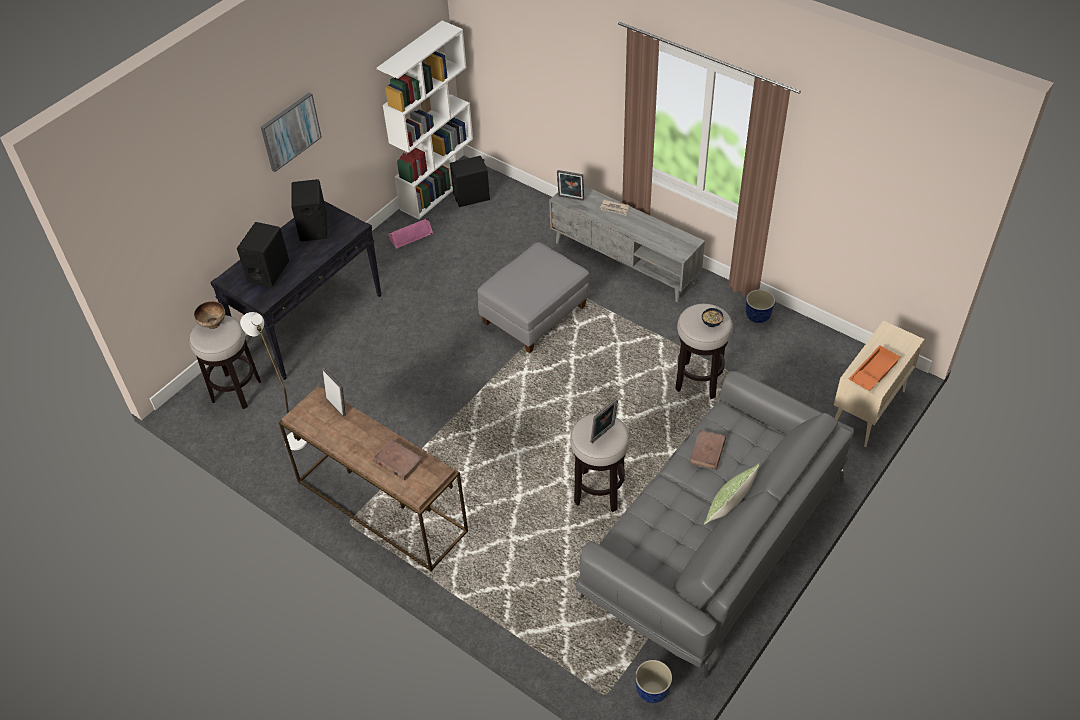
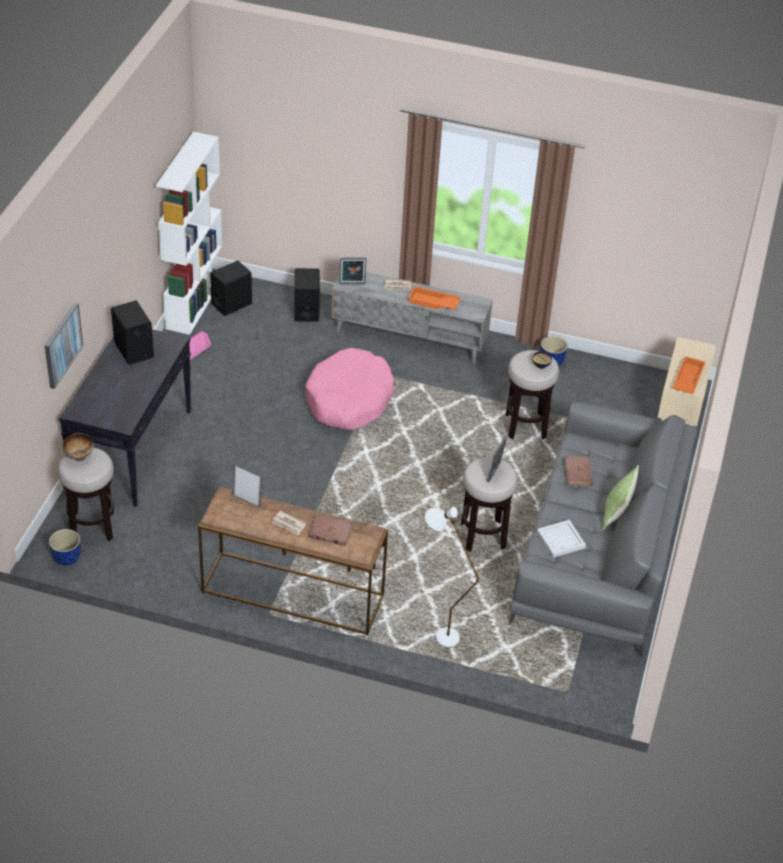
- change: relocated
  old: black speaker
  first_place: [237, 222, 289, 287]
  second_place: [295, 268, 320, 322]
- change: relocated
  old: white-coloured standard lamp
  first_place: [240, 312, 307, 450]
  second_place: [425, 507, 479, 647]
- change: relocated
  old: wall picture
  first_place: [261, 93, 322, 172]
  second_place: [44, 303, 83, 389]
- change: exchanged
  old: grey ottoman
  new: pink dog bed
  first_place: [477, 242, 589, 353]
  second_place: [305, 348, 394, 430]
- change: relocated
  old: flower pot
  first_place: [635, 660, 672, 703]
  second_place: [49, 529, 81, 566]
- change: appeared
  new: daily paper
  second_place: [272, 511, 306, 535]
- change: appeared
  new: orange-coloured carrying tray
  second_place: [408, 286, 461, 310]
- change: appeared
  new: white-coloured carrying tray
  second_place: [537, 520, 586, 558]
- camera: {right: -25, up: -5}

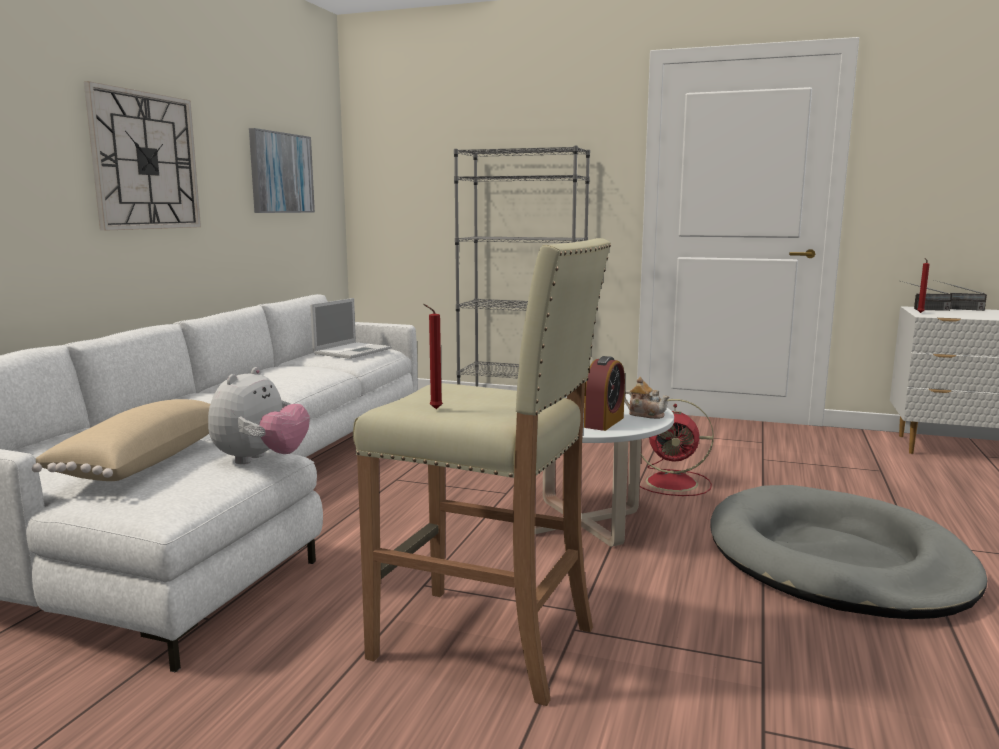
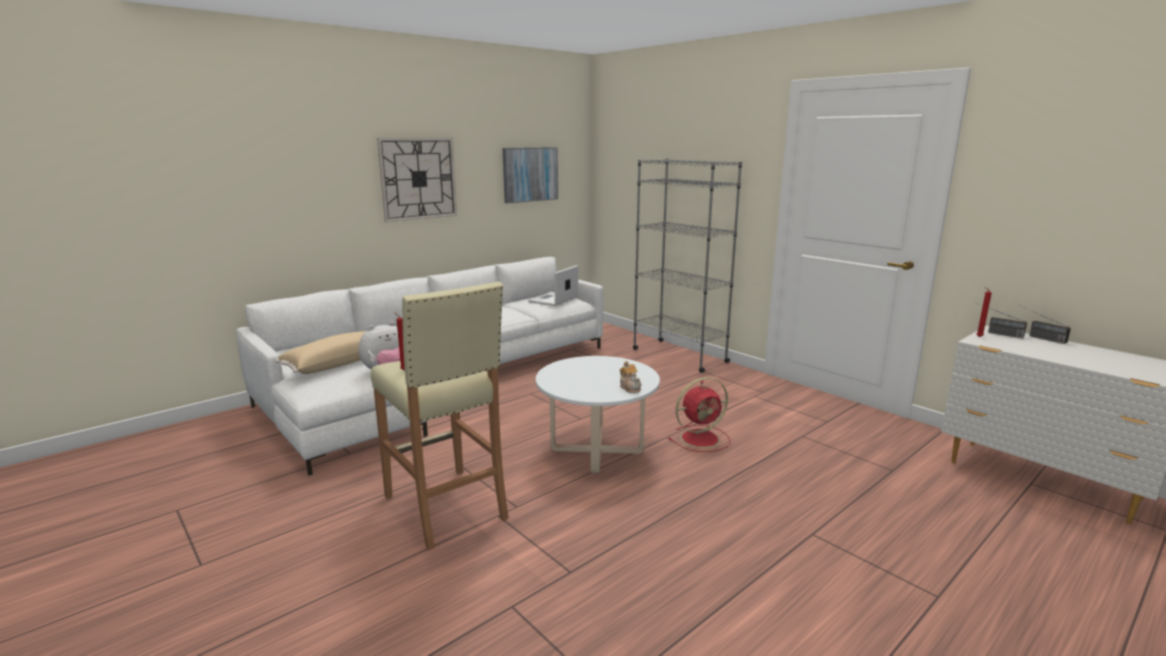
- change: spun
  old: portable computer
  first_place: [310, 298, 391, 359]
  second_place: [528, 265, 578, 306]
  degrees: 150
- change: missing
  old: bedside clock
  first_place: [584, 356, 625, 431]
- change: spun
  old: red cooling fan
  first_place: [639, 399, 714, 496]
  second_place: [668, 377, 731, 452]
  degrees: -60
- change: missing
  old: grey dog bed
  first_place: [711, 485, 988, 619]
- camera: {right: 30, up: 5}

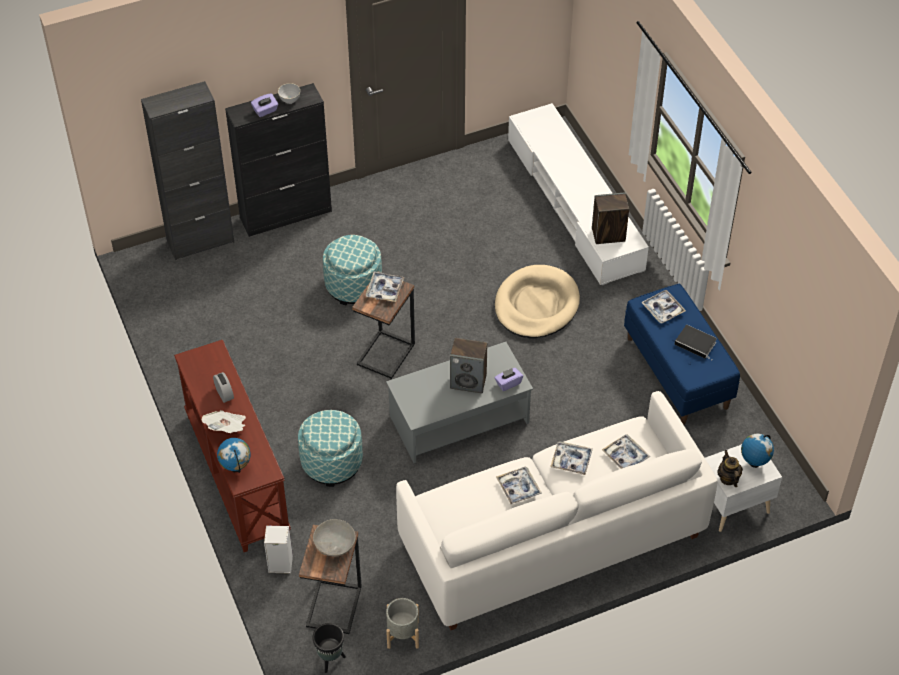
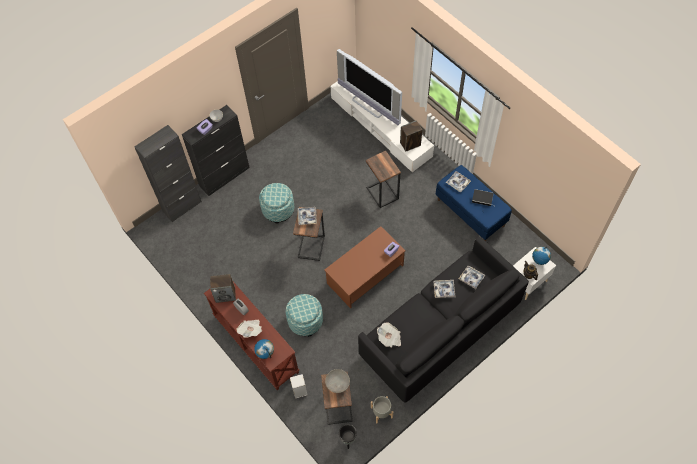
- change: colour
  old: grey coffee table
  new: brown coffee table
  first_place: [386, 342, 533, 463]
  second_place: [325, 226, 406, 308]
- change: colour
  old: white-coloured sofa
  new: black sofa
  first_place: [396, 391, 718, 630]
  second_place: [358, 237, 529, 403]
- change: relocated
  old: speaker
  first_place: [450, 338, 487, 393]
  second_place: [210, 274, 236, 303]
- change: exchanged
  old: beige dog bed
  new: end table
  first_place: [495, 265, 580, 338]
  second_place: [366, 151, 401, 208]
- change: missing
  old: carrying tray
  first_place: [496, 466, 542, 504]
- change: appeared
  new: television
  second_place: [337, 49, 402, 125]
- change: appeared
  new: daily paper
  second_place: [377, 323, 401, 348]
- camera: {right: -15, up: 10}

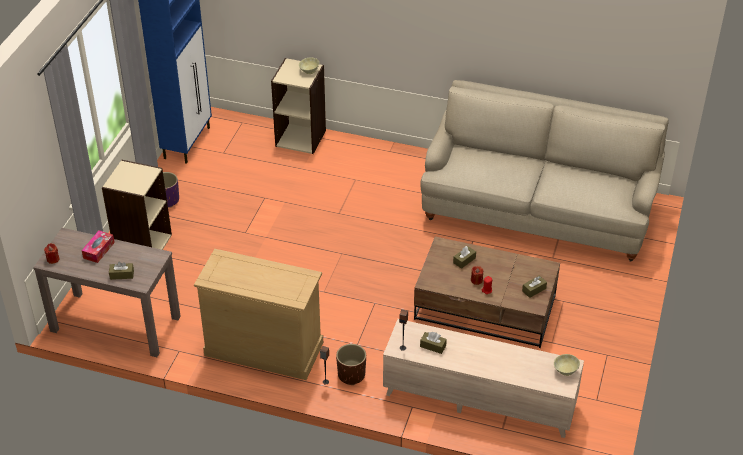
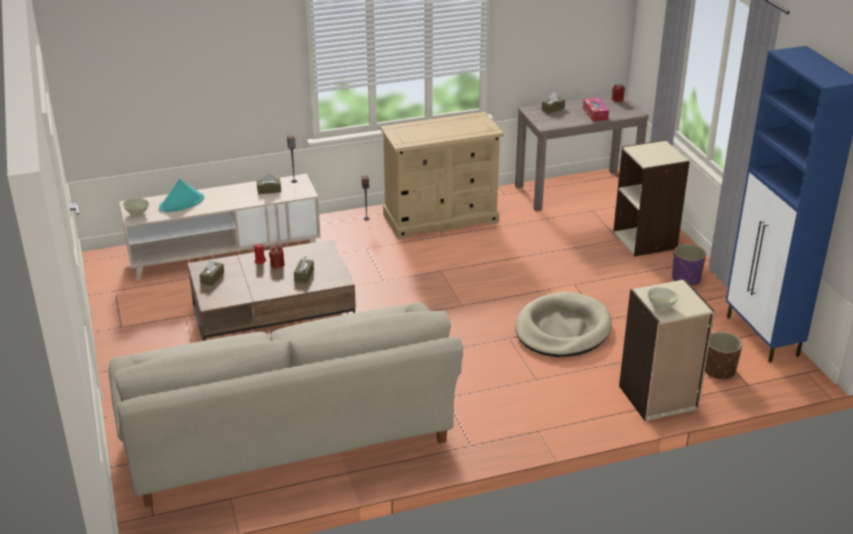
- change: relocated
  old: brown flower pot
  first_place: [336, 344, 366, 385]
  second_place: [705, 332, 742, 379]
- change: appeared
  new: turquoise-coloured wearable hat
  second_place: [159, 179, 204, 212]
- change: appeared
  new: beige dog bed
  second_place: [515, 292, 612, 357]
- camera: {right: 145, up: -10}

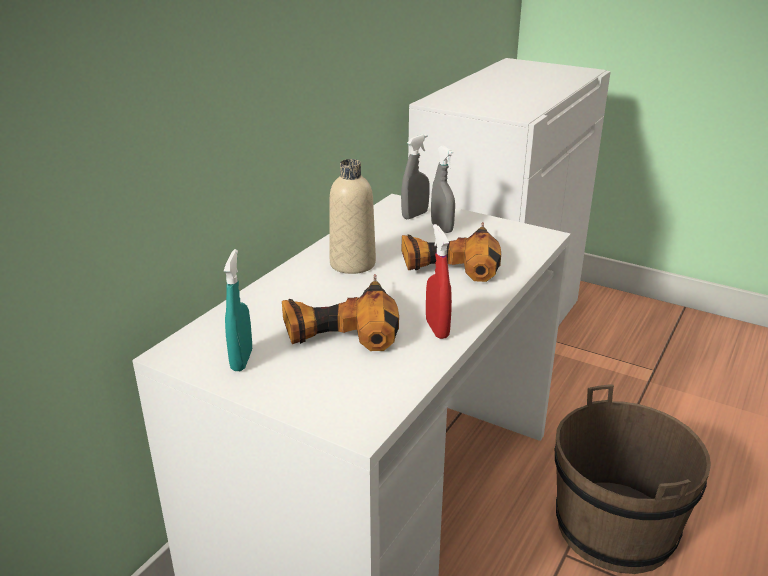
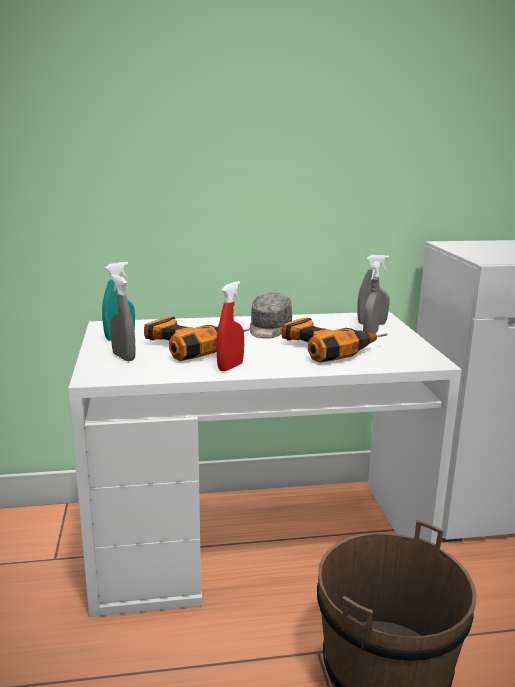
- change: exchanged
  old: beige drink bottle
  new: grey baseball cap
  first_place: [330, 159, 376, 274]
  second_place: [250, 293, 292, 338]
- change: appeared
  new: grey spray bottle
  second_place: [110, 274, 136, 361]
- camera: {right: 50, up: -10}

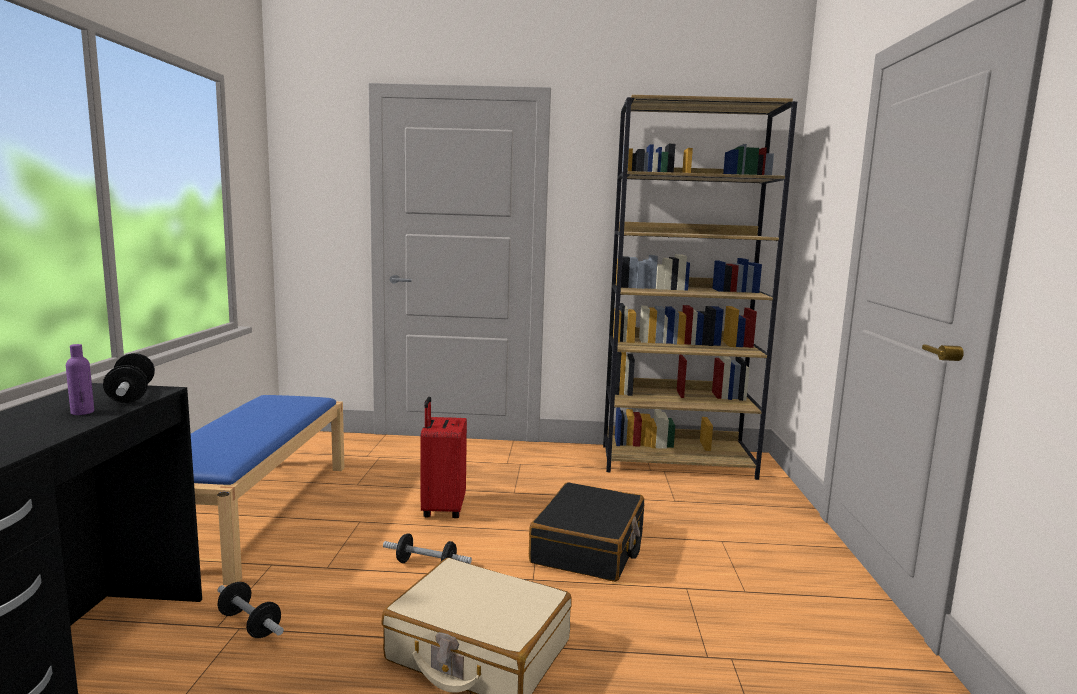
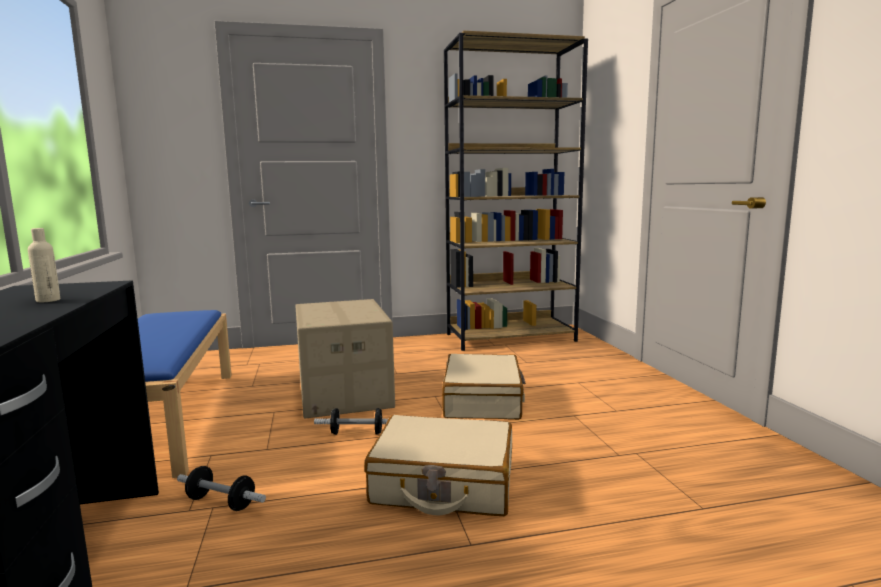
- change: colour
  old: purplish drink bottle
  new: beige drink bottle
  first_place: [66, 344, 94, 415]
  second_place: [28, 228, 60, 302]
- change: missing
  old: dumbbell
  first_place: [103, 353, 155, 403]
- change: exchanged
  old: red travel case
  new: packing box
  first_place: [420, 397, 467, 518]
  second_place: [295, 299, 395, 419]
- change: colour
  old: black travel case
  new: beige travel case
  first_place: [529, 482, 644, 582]
  second_place: [442, 354, 526, 420]
- camera: {right: -15, up: 0}

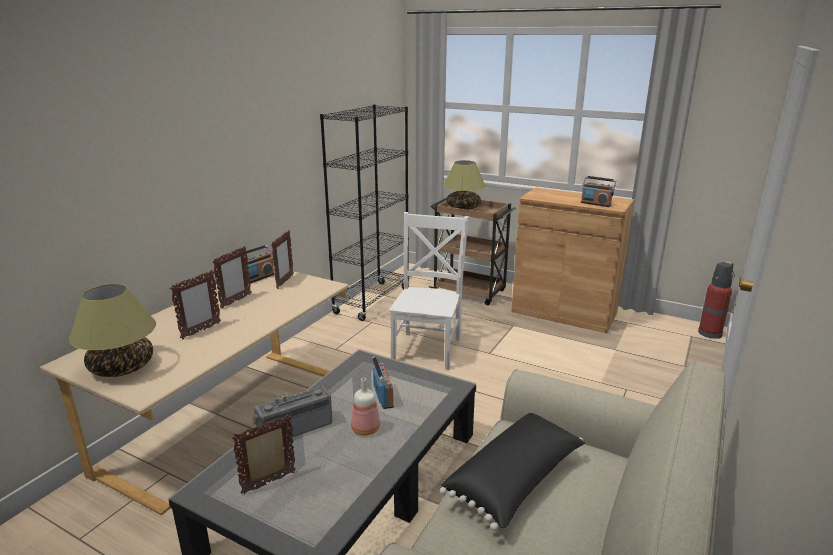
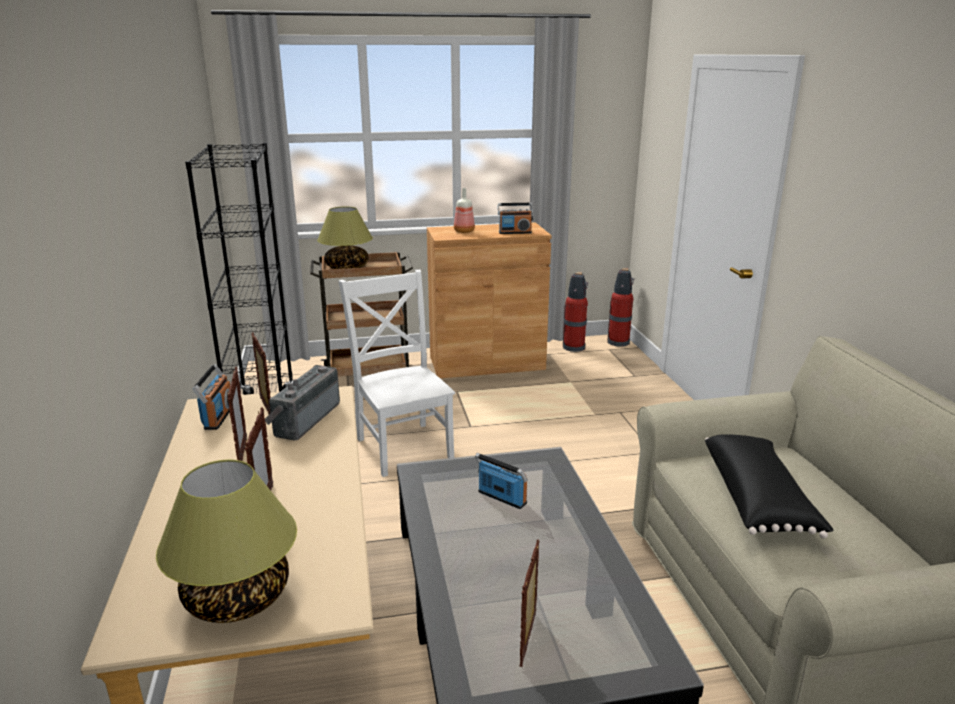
- change: relocated
  old: radio
  first_place: [252, 385, 332, 440]
  second_place: [265, 365, 340, 441]
- change: relocated
  old: drink bottle
  first_place: [351, 378, 380, 436]
  second_place: [454, 188, 475, 233]
- change: appeared
  new: fire-fighting cylinder
  second_place: [563, 272, 588, 352]
- camera: {right: -40, up: 0}

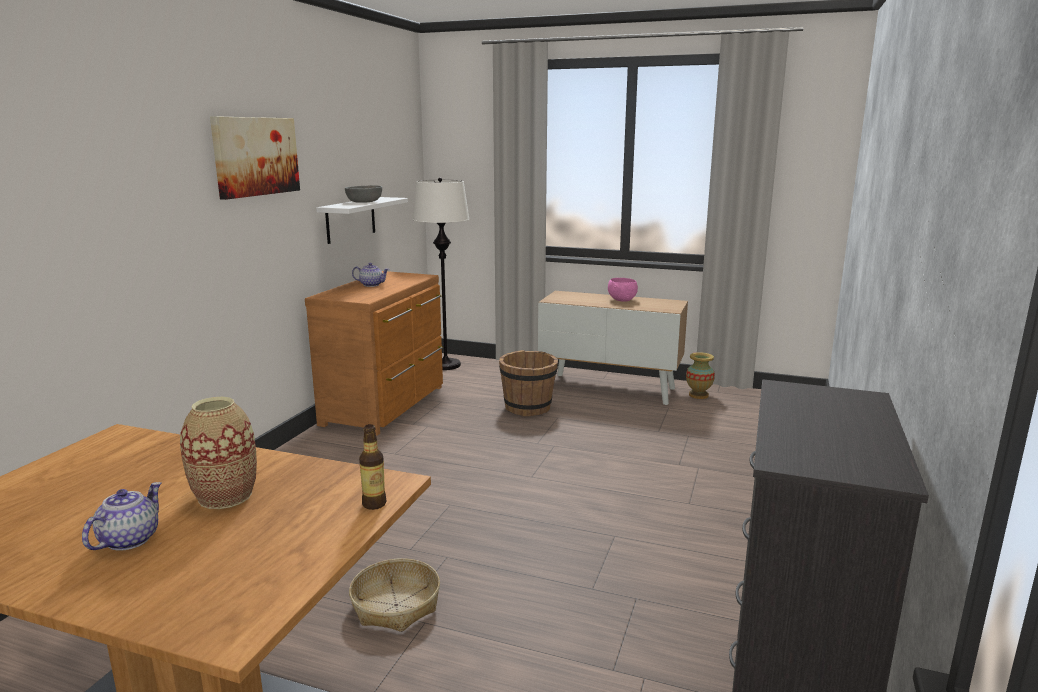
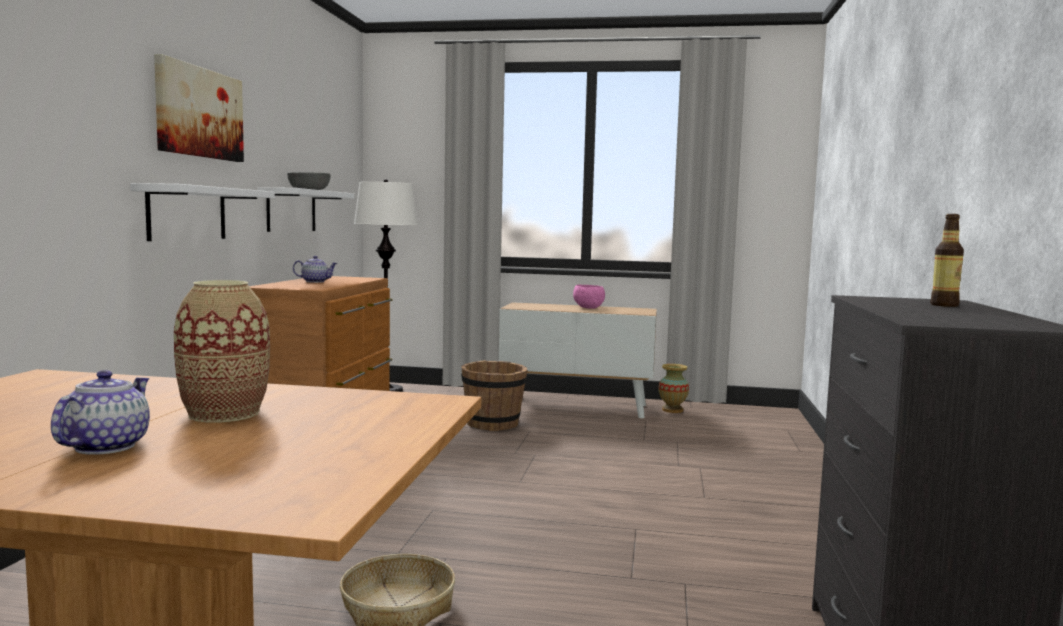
- change: relocated
  old: drink bottle
  first_place: [359, 424, 386, 510]
  second_place: [930, 214, 964, 307]
- change: appeared
  new: white-coloured shelf
  second_place: [130, 183, 275, 241]
- camera: {right: -10, up: -10}

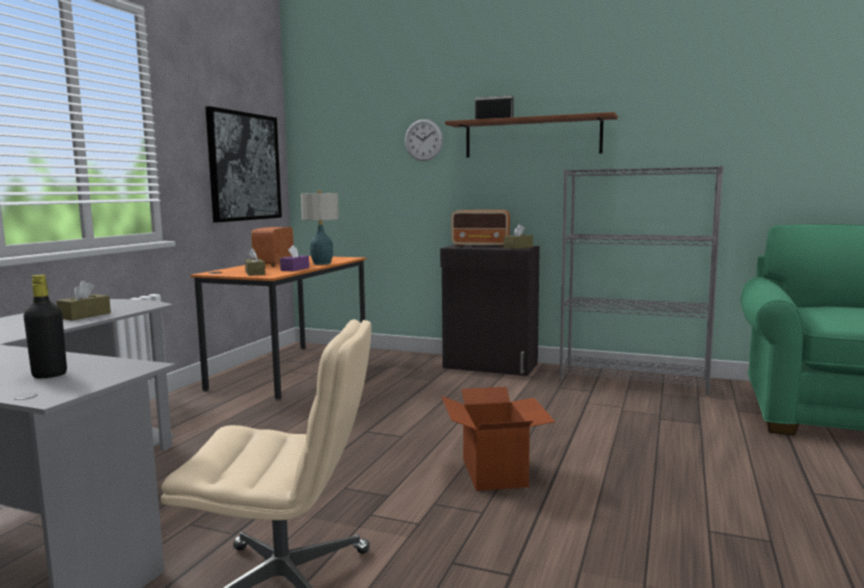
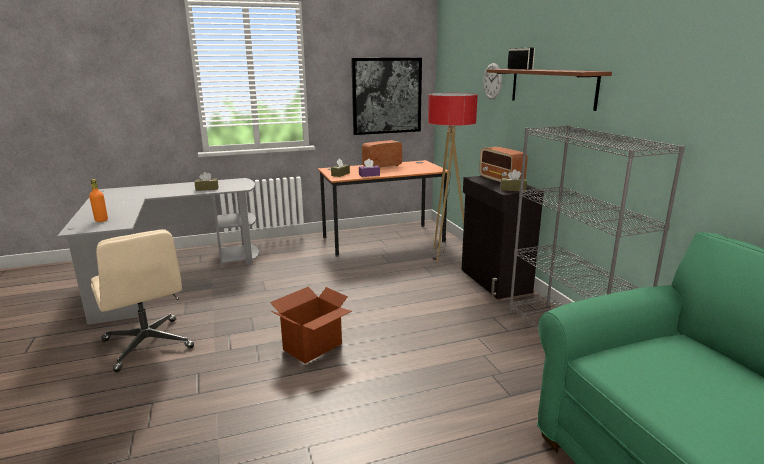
- change: colour
  old: black drink bottle
  new: orange-coloured drink bottle
  first_place: [23, 275, 67, 378]
  second_place: [89, 179, 108, 222]
- change: missing
  old: tabletop lamp
  first_place: [301, 191, 339, 265]
- change: appeared
  new: standard lamp
  second_place: [428, 93, 478, 263]
- camera: {right: 50, up: 10}

